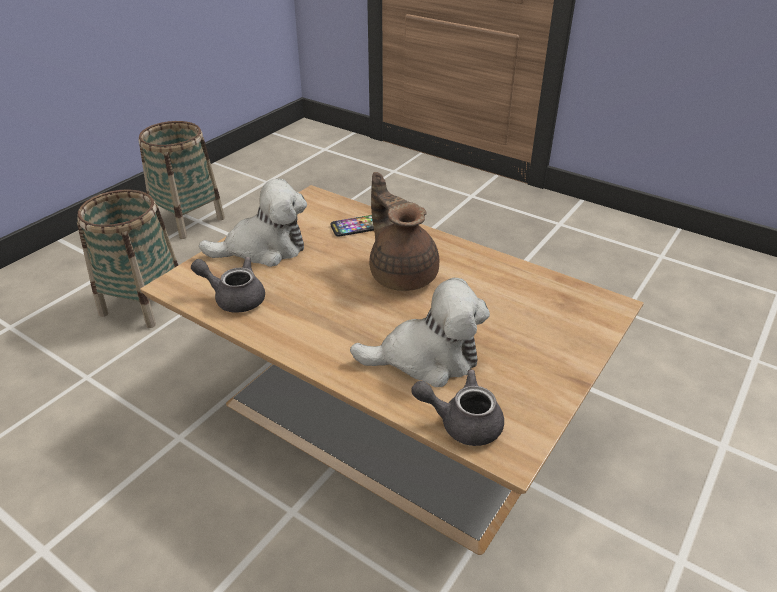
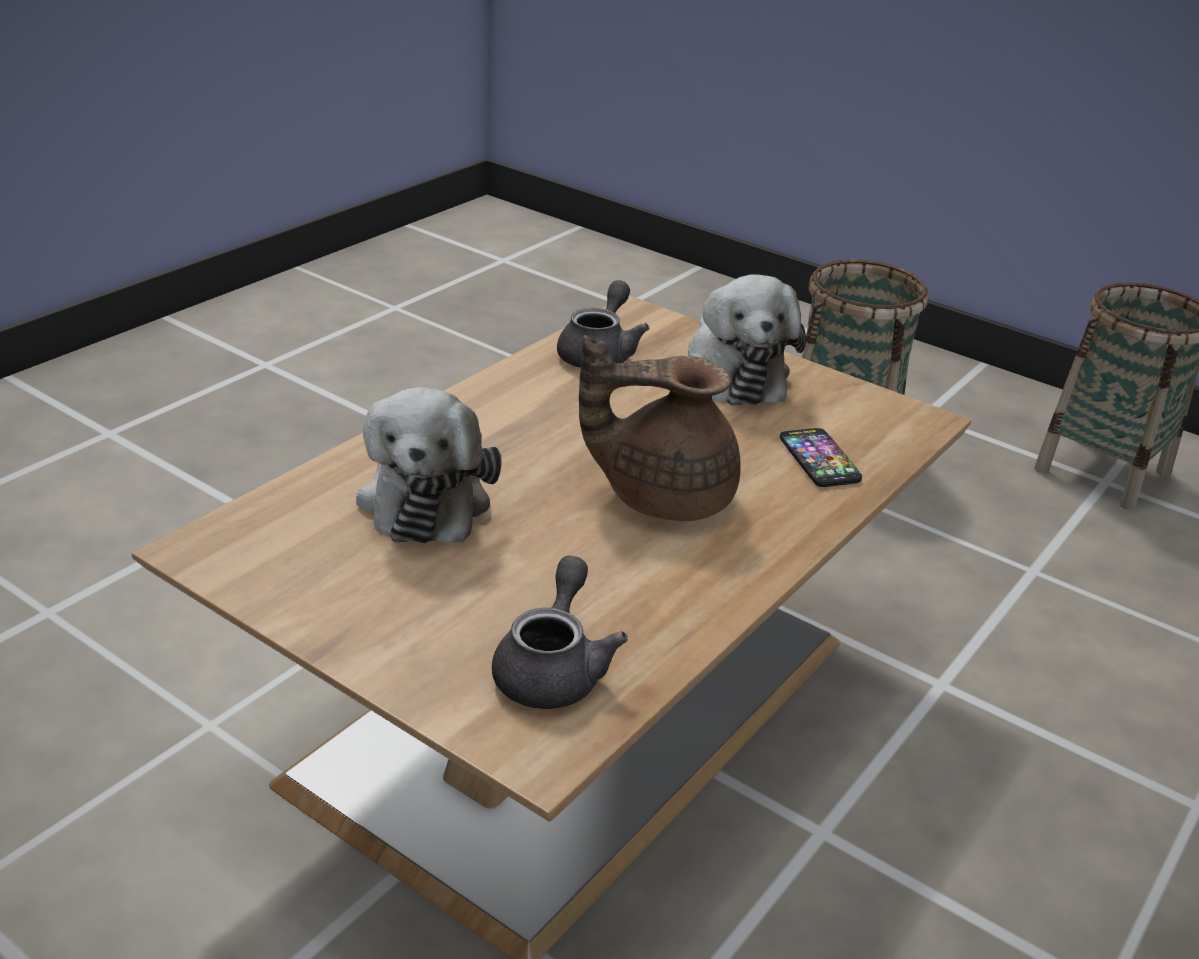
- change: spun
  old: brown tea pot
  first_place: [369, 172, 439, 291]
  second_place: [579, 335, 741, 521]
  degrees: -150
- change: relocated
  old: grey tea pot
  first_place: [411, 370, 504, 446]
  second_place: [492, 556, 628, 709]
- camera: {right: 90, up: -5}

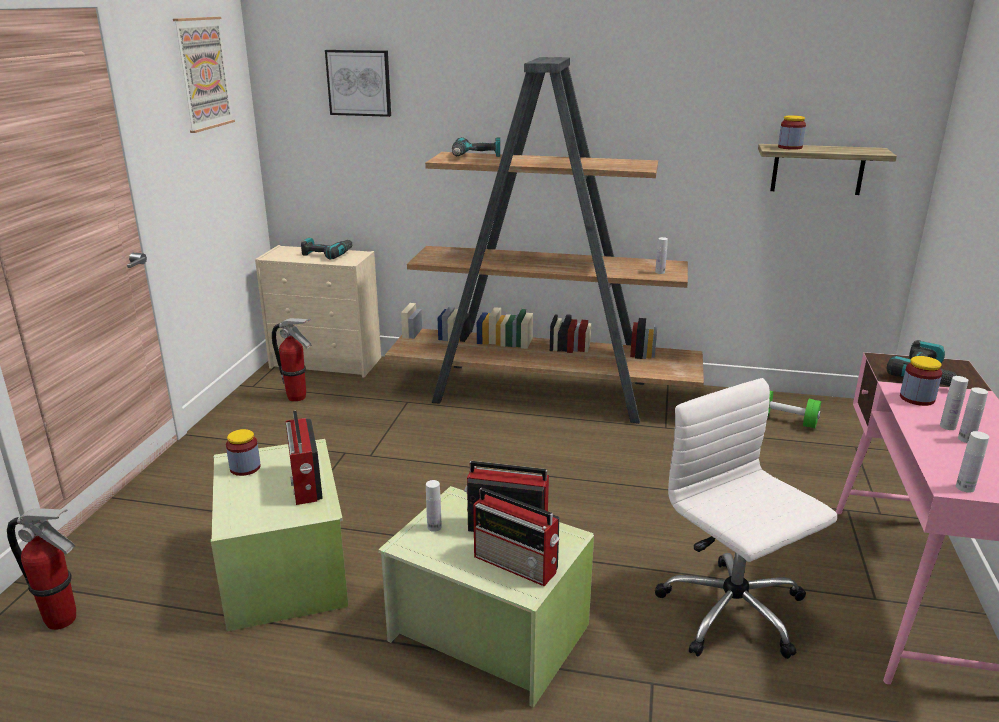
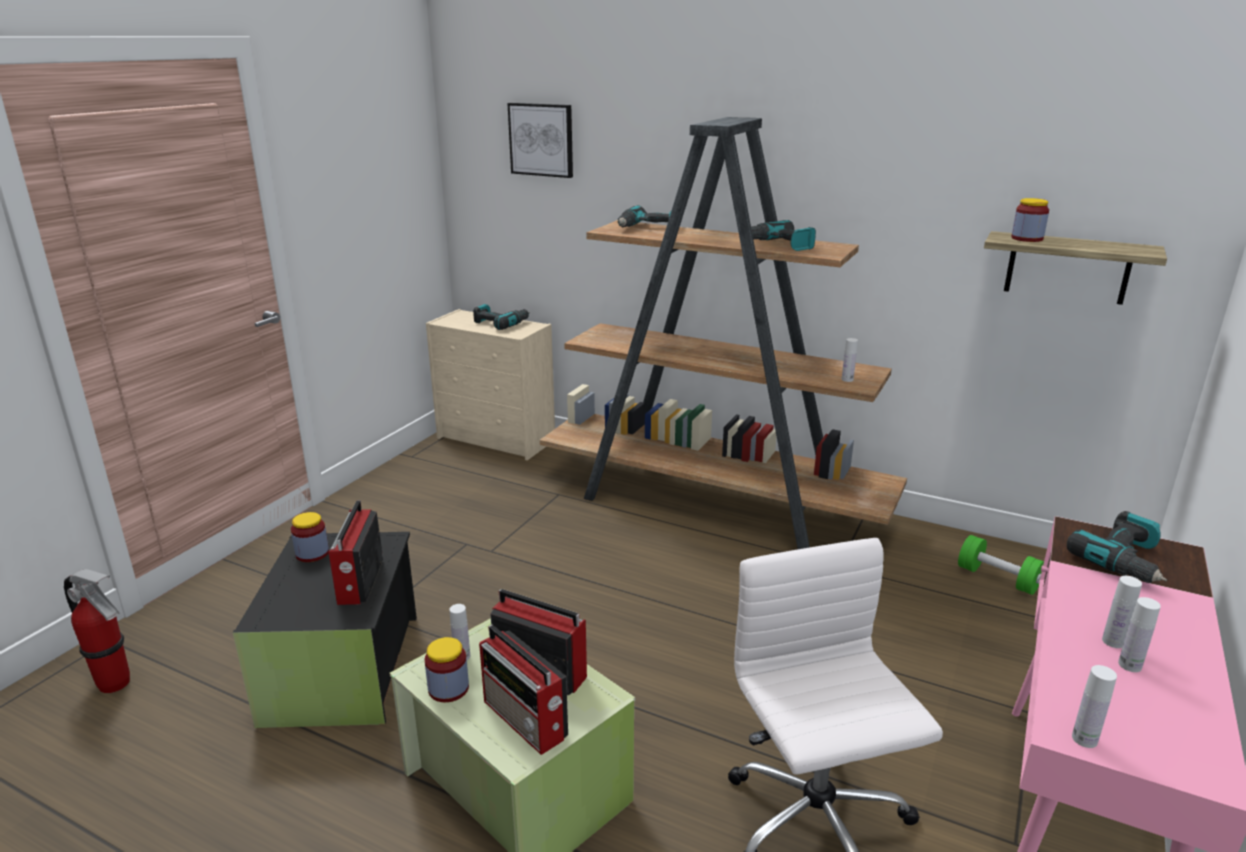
- change: missing
  old: wall picture
  first_place: [173, 17, 235, 133]
- change: colour
  old: greenish storage box
  new: black storage box
  first_place: [211, 439, 349, 631]
  second_place: [233, 532, 417, 728]
- change: missing
  old: fire-fighting cylinder
  first_place: [272, 318, 312, 402]
- change: relocated
  old: storage jar
  first_place: [900, 356, 942, 406]
  second_place: [425, 637, 469, 702]
- change: appeared
  new: drill
  second_place: [751, 220, 816, 251]
- camera: {right: 15, up: 0}

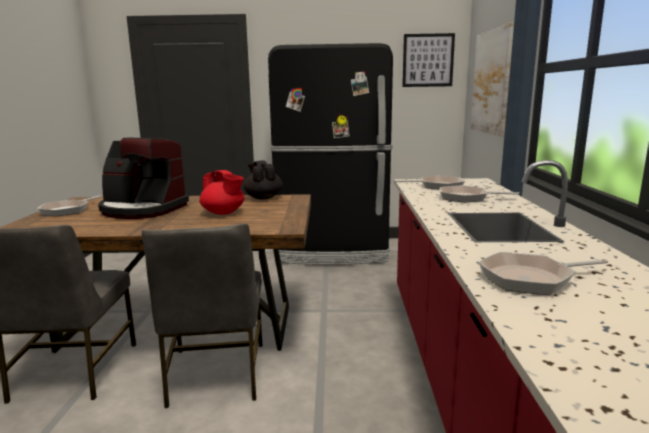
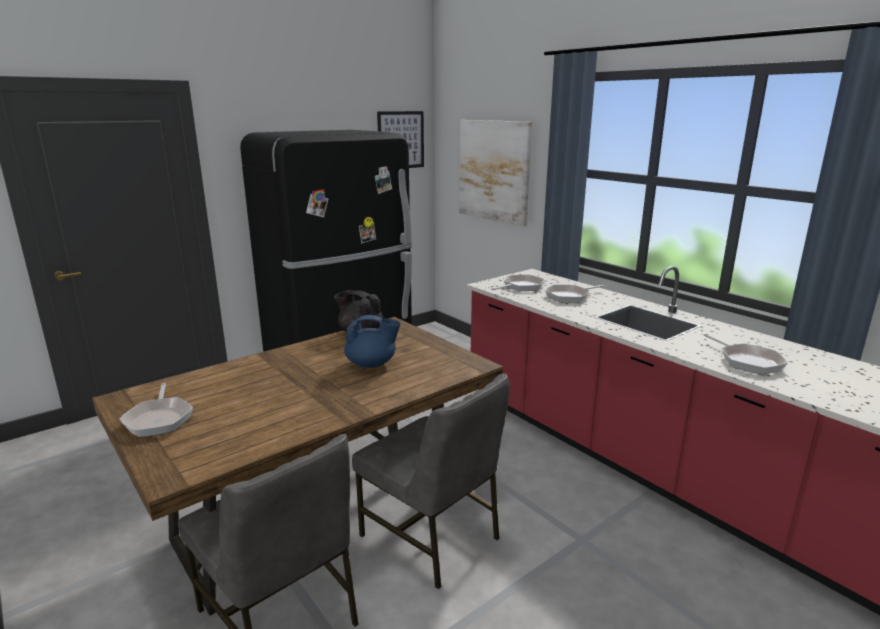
- change: missing
  old: coffee brewer
  first_place: [98, 138, 189, 219]
- change: colour
  old: red tea pot
  new: bluish tea pot
  first_place: [199, 170, 245, 215]
  second_place: [344, 315, 401, 368]
- change: spun
  old: frying pan
  first_place: [478, 252, 608, 295]
  second_place: [704, 334, 788, 375]
  degrees: -60
- camera: {right: -40, up: 5}

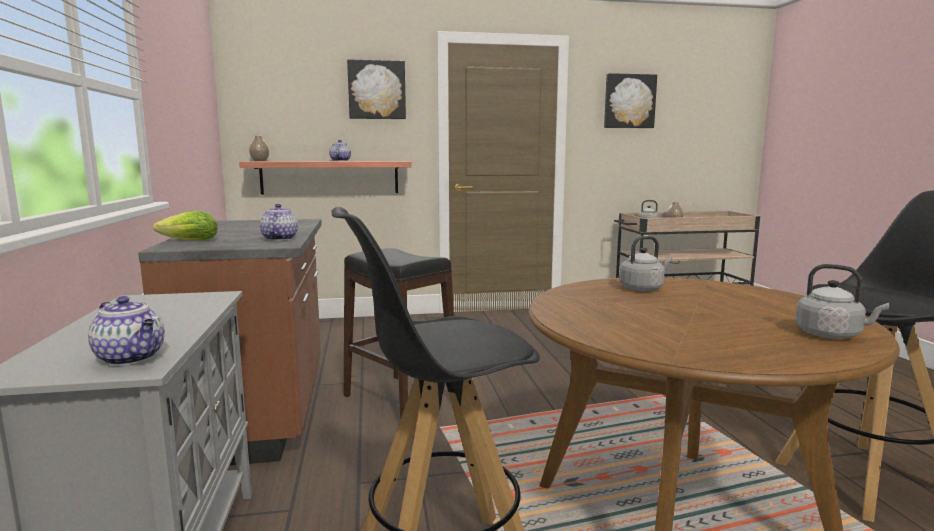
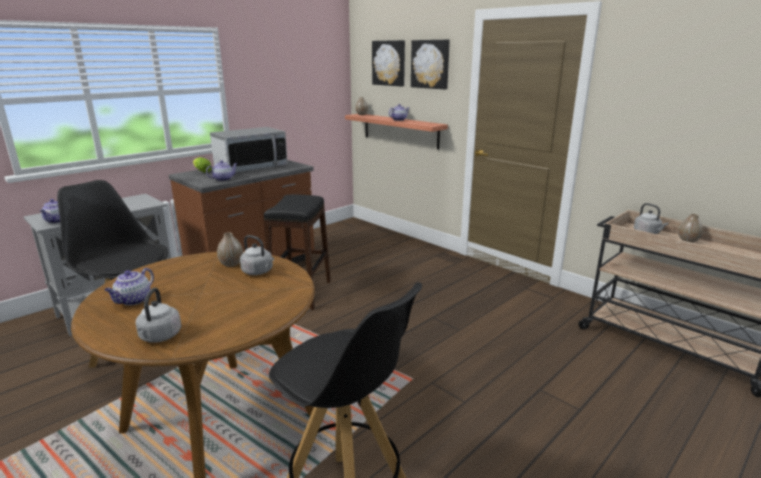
- change: relocated
  old: wall picture
  first_place: [604, 73, 657, 128]
  second_place: [372, 40, 405, 86]
- change: appeared
  new: tea pot
  second_place: [104, 268, 154, 305]
- change: appeared
  new: microwave oven
  second_place: [210, 127, 288, 173]
- change: appeared
  new: decorative vase
  second_place: [217, 232, 243, 267]
- camera: {right: 55, up: 10}

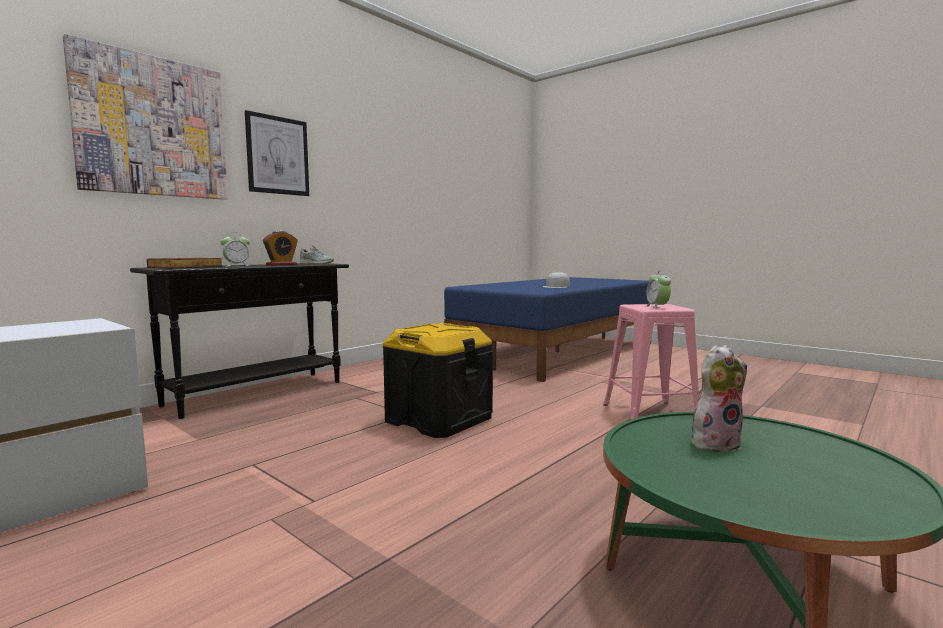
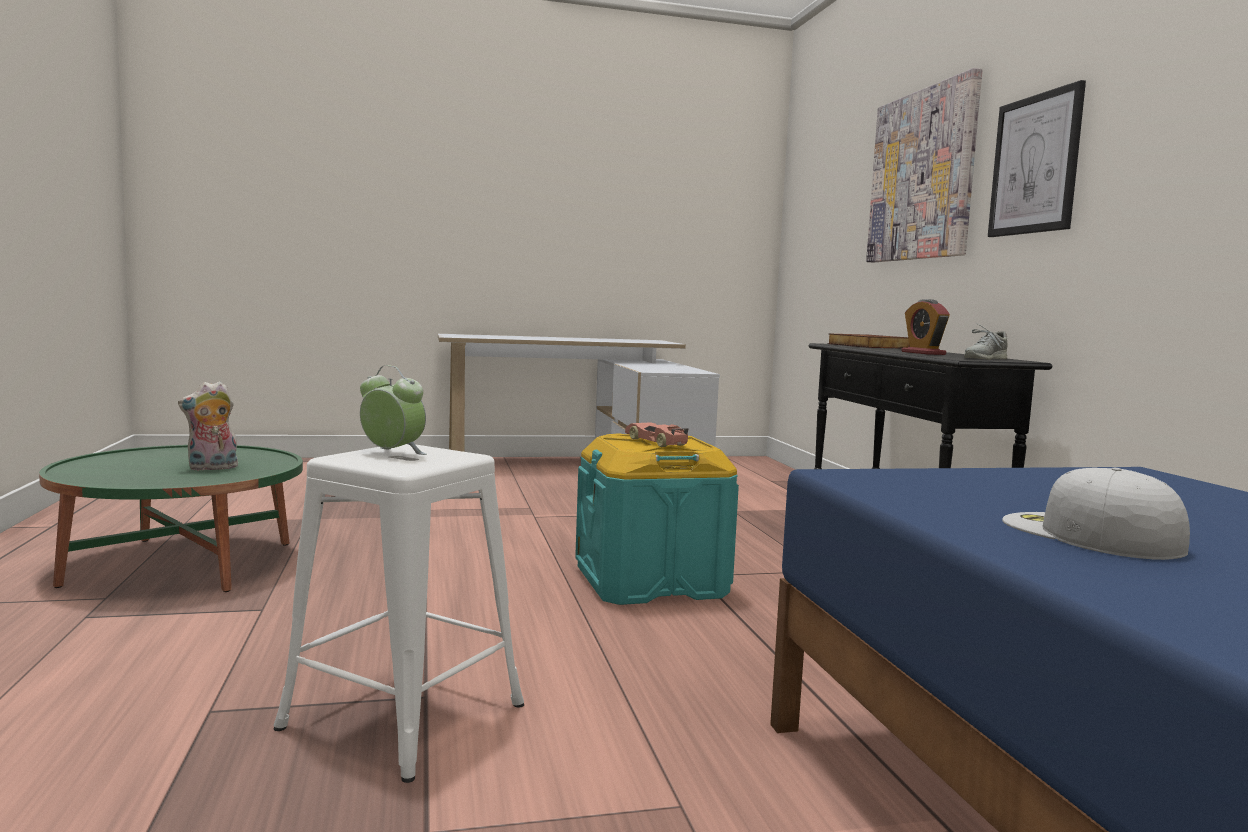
- change: missing
  old: bedside clock
  first_place: [220, 233, 250, 266]
- change: colour
  old: black storage box
  new: turquoise-coloured storage box
  first_place: [383, 323, 493, 438]
  second_place: [575, 434, 739, 605]
- change: colour
  old: pink stool seat
  new: white-coloured stool seat
  first_place: [603, 304, 698, 419]
  second_place: [274, 444, 524, 783]
- change: spun
  old: plush toy
  first_place: [691, 345, 747, 452]
  second_place: [178, 381, 238, 471]
  degrees: 45
- change: appeared
  new: miniature car
  second_place: [625, 422, 688, 447]
- camera: {right: 125, up: 0}

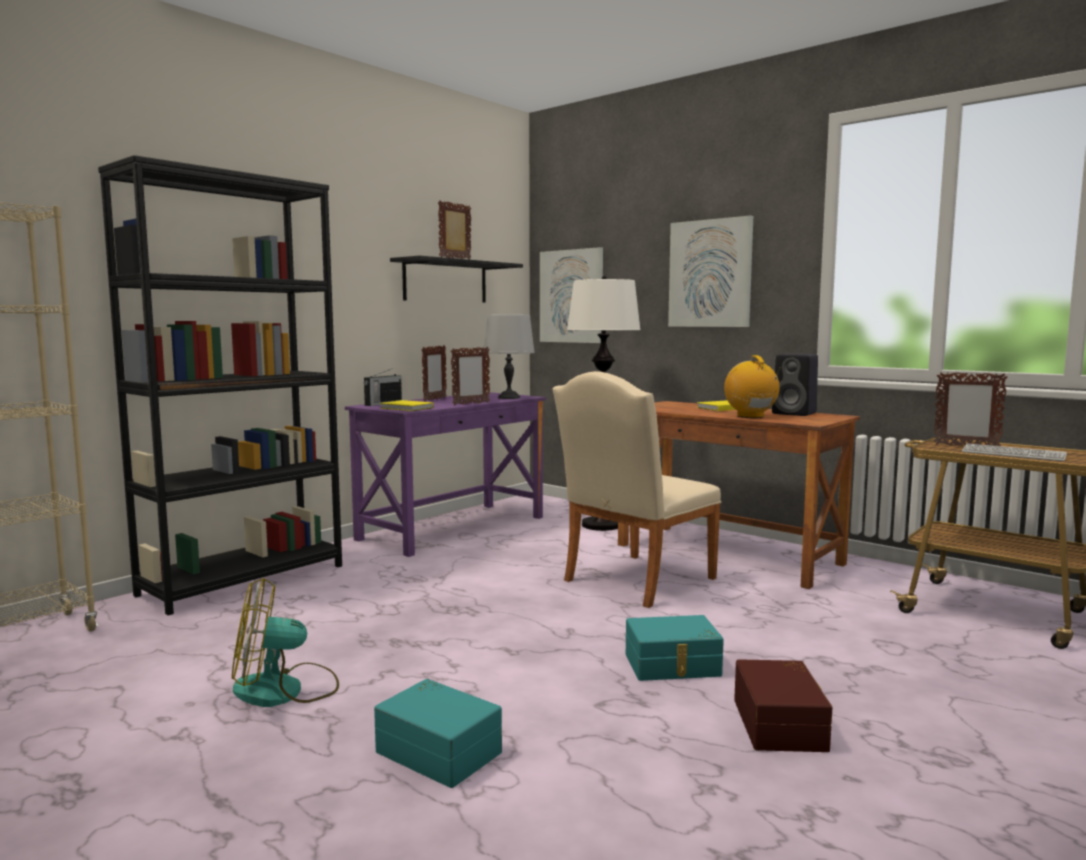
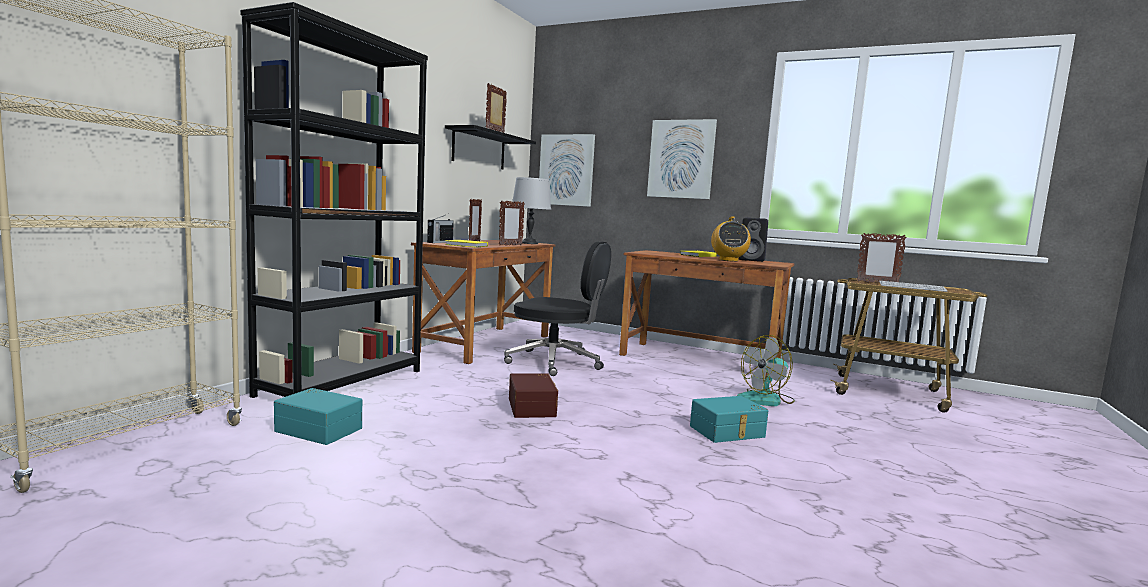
- change: relocated
  old: cooling fan
  first_place: [232, 578, 339, 707]
  second_place: [737, 335, 795, 406]
- change: colour
  old: purplish desk unit
  new: brown desk unit
  first_place: [345, 392, 546, 557]
  second_place: [411, 240, 555, 364]
- change: relocated
  old: turquoise-coloured storage box
  first_place: [374, 679, 502, 788]
  second_place: [274, 388, 362, 445]
- change: missing
  old: beige upright chair
  first_place: [552, 371, 721, 608]
- change: missing
  old: white-coloured standard lamp
  first_place: [567, 276, 641, 531]
- change: spun
  old: radio
  first_place: [724, 355, 780, 418]
  second_place: [711, 217, 751, 262]
  degrees: -150
- change: relocated
  old: brown storage box
  first_place: [734, 659, 832, 752]
  second_place: [509, 373, 558, 418]
- change: appeared
  new: black desk chair
  second_place: [504, 241, 611, 376]
- camera: {right: -15, up: 0}

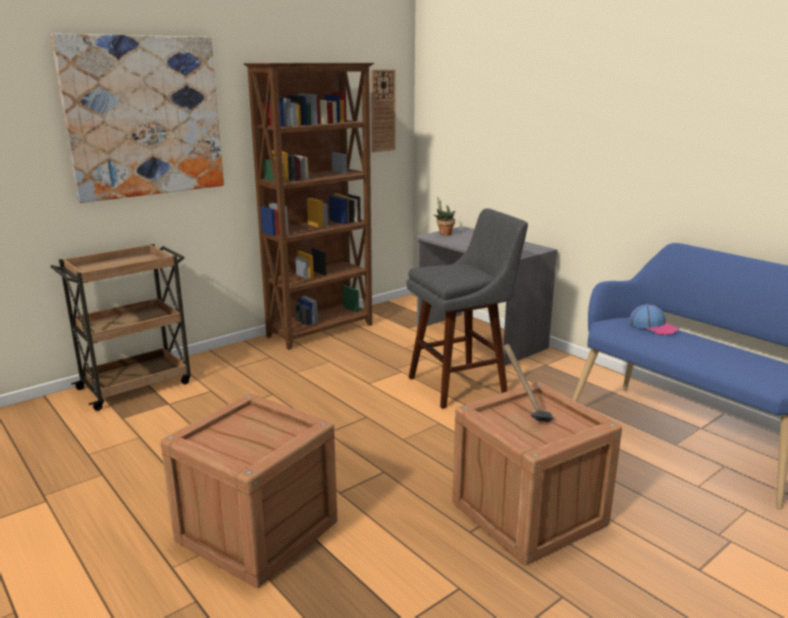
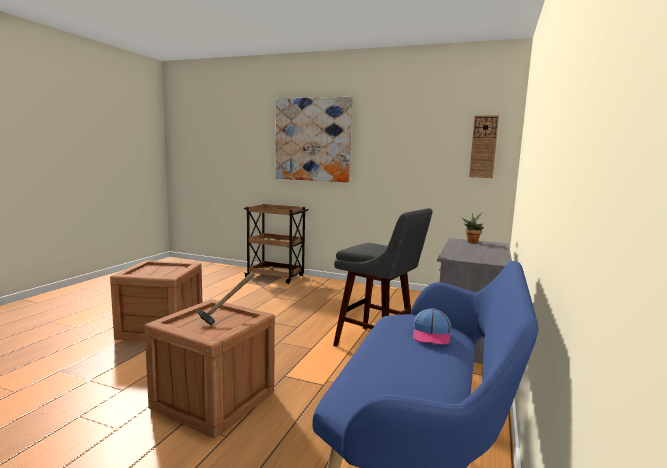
- change: missing
  old: brown bookshelf
  first_place: [243, 63, 374, 350]
- camera: {right: 60, up: -10}

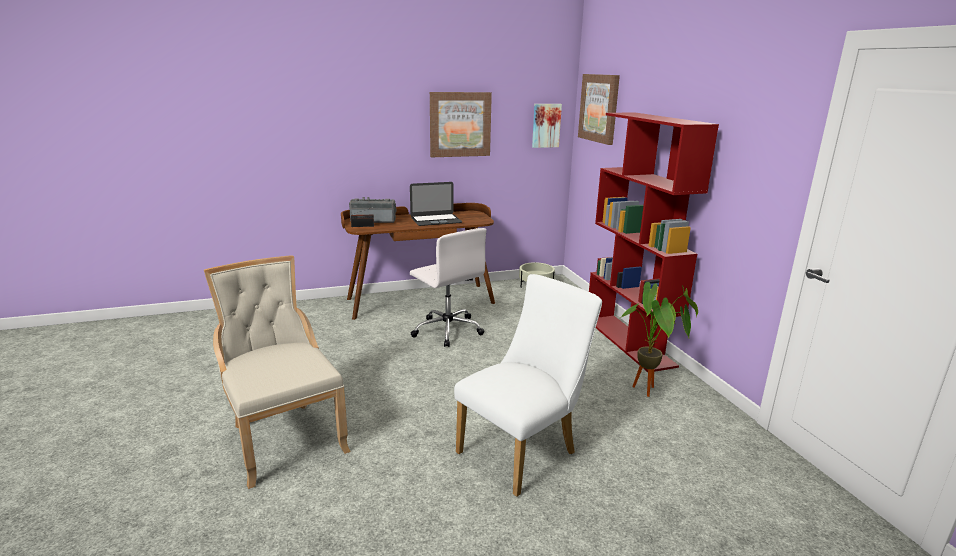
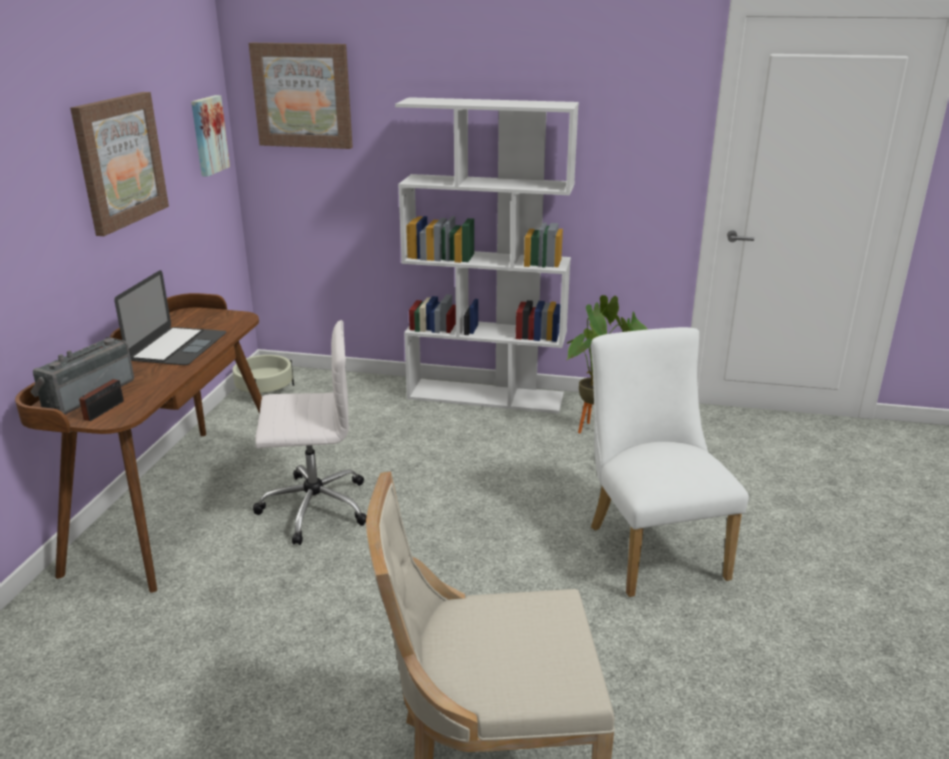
- change: colour
  old: red bookshelf
  new: white-coloured bookshelf
  first_place: [589, 113, 719, 372]
  second_place: [395, 97, 579, 414]
- camera: {right: -60, up: 5}

